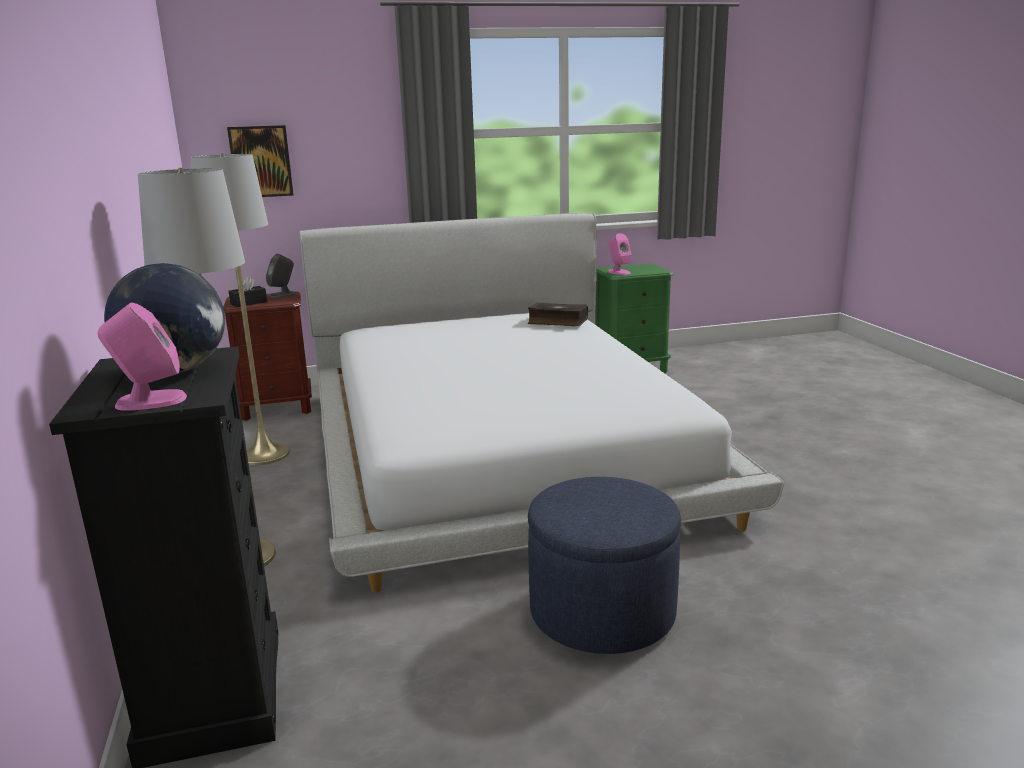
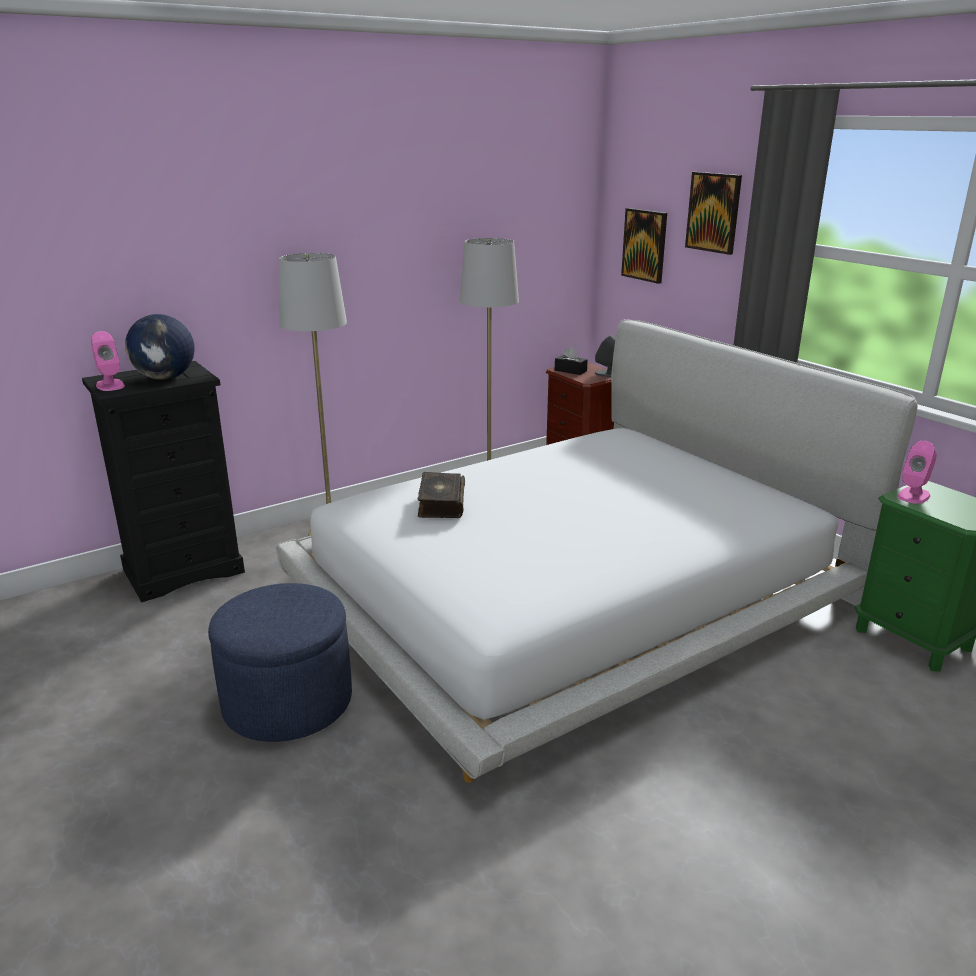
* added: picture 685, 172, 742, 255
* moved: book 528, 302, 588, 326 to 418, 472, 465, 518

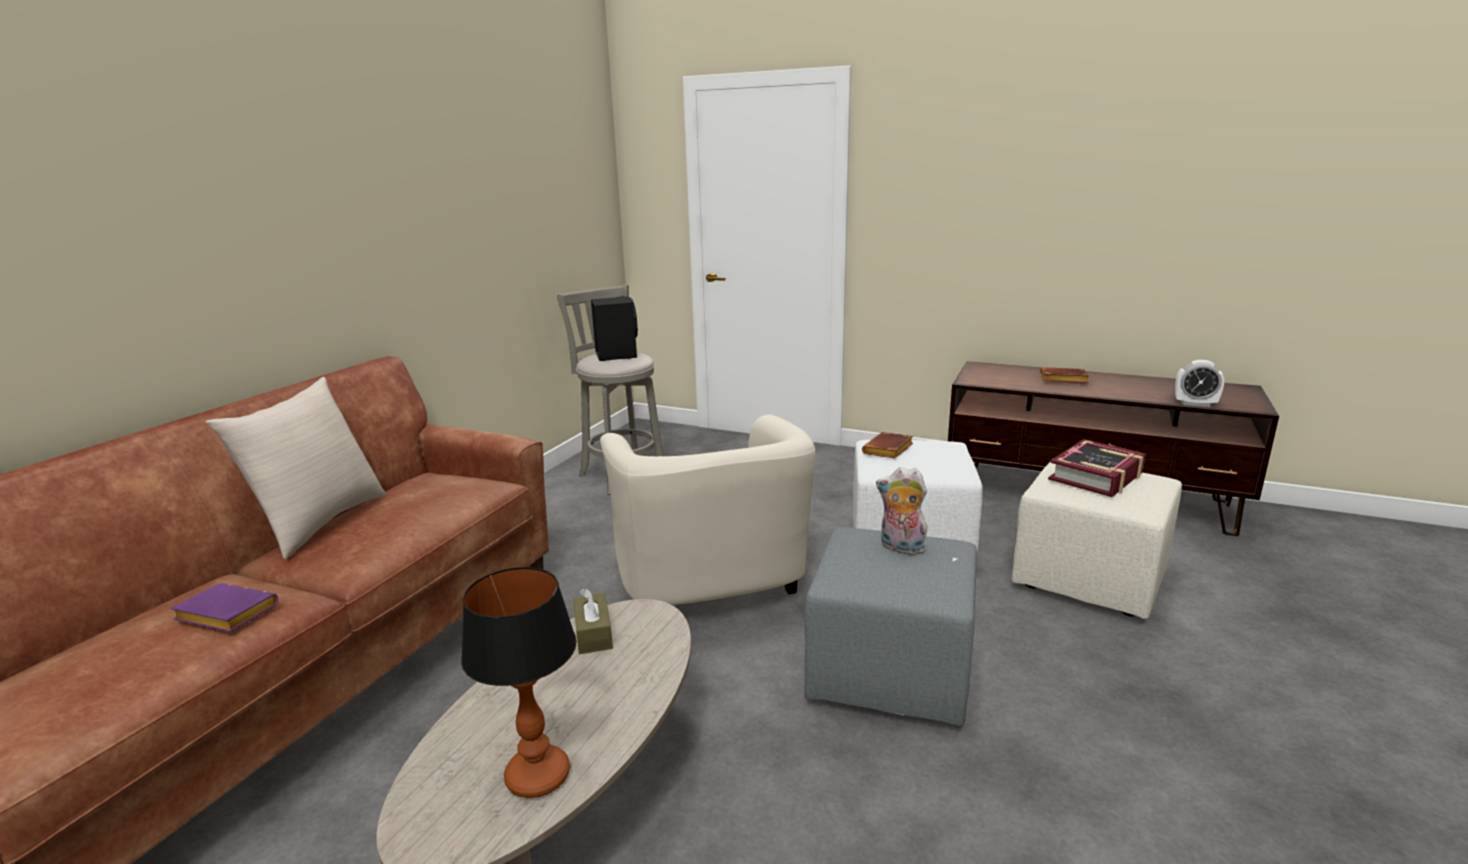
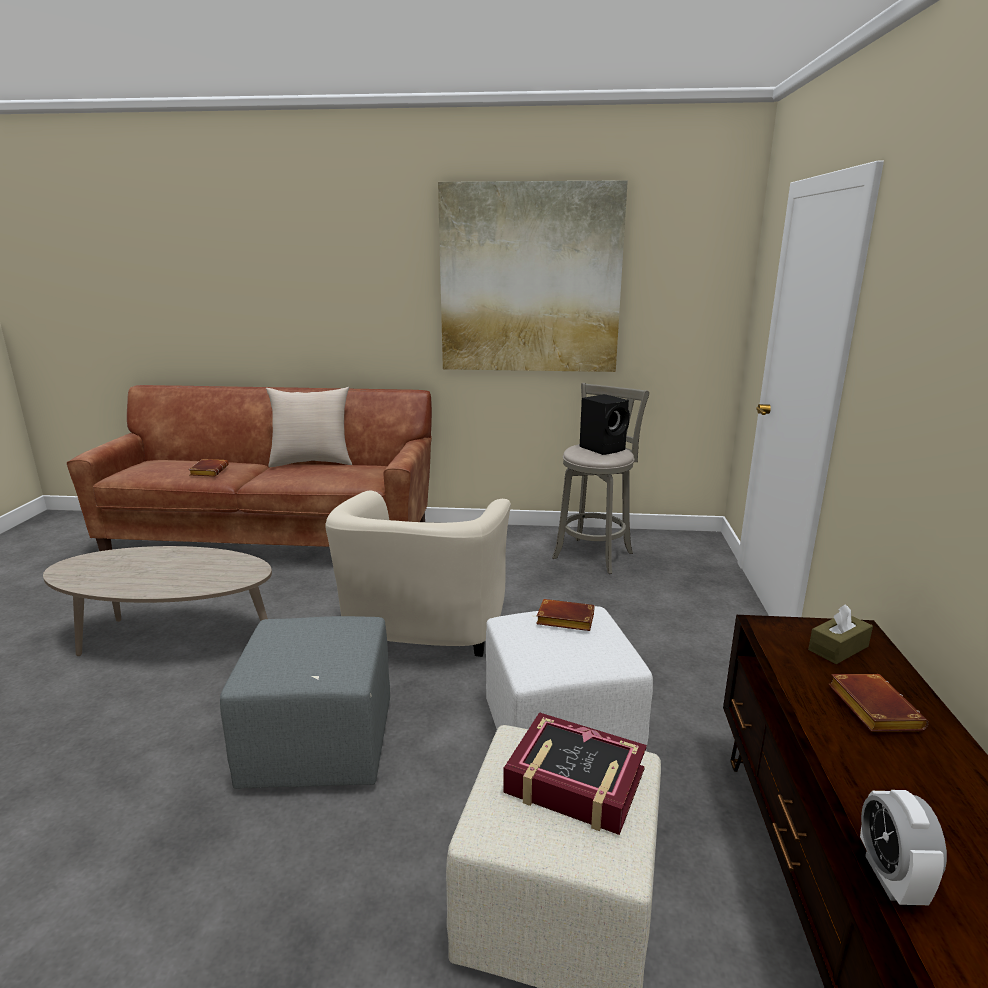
* removed: table lamp 461, 567, 577, 798
* removed: plush toy 876, 467, 927, 555
* added: picture 438, 180, 628, 372
* moved: tissue box/brown 573, 588, 613, 654 to 808, 604, 873, 664
* recoloured: book/purple 170, 583, 278, 632 to book/brown 189, 459, 229, 477
* turned: armchair/beige 600, 414, 816, 605 = 325, 490, 511, 657 45 degrees counterclockwise

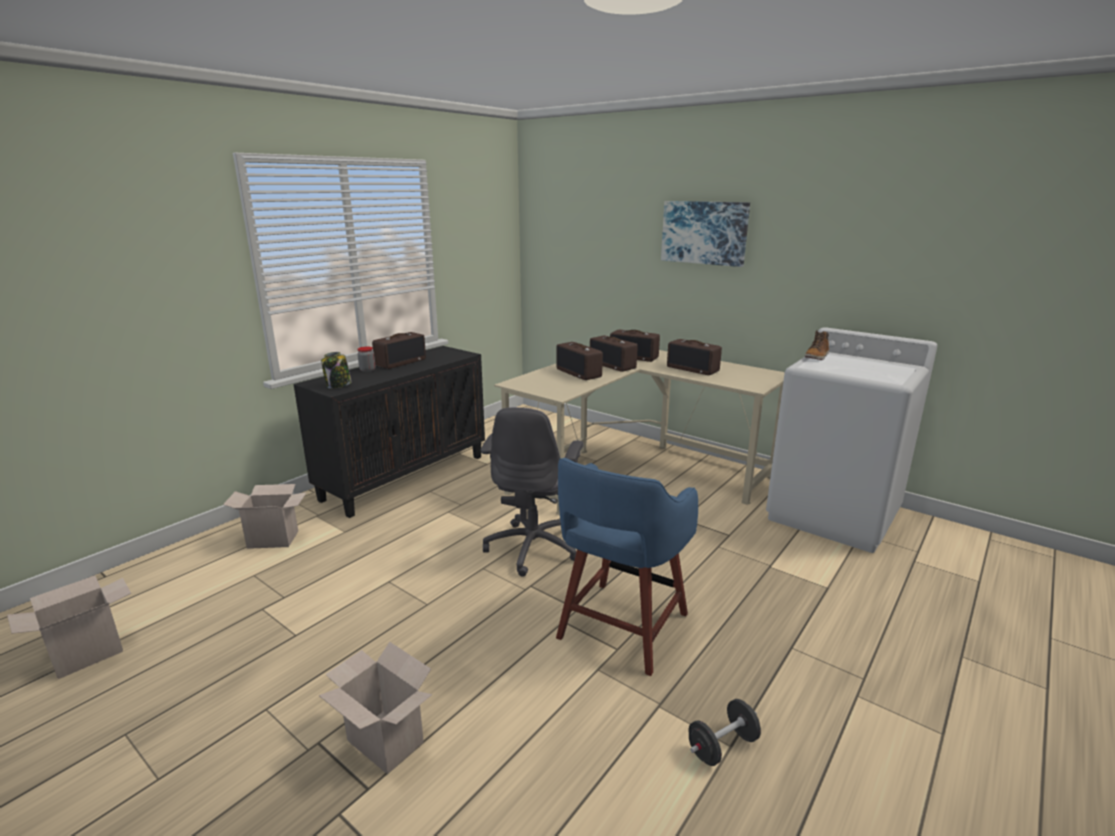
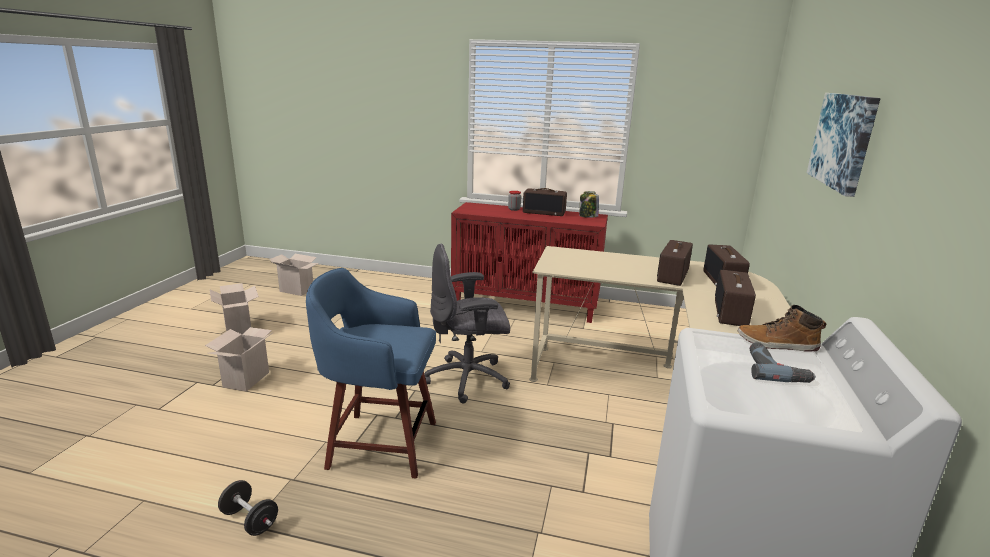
* removed: radio 557, 342, 603, 380
* added: power drill 750, 342, 816, 383
* moved: cardboard box 223, 484, 307, 549 to 210, 283, 259, 334
* moved: jar 321, 352, 352, 389 to 580, 191, 599, 218
* recoloured: cabinet/black 294, 346, 485, 518 to cabinet/red 451, 202, 608, 323

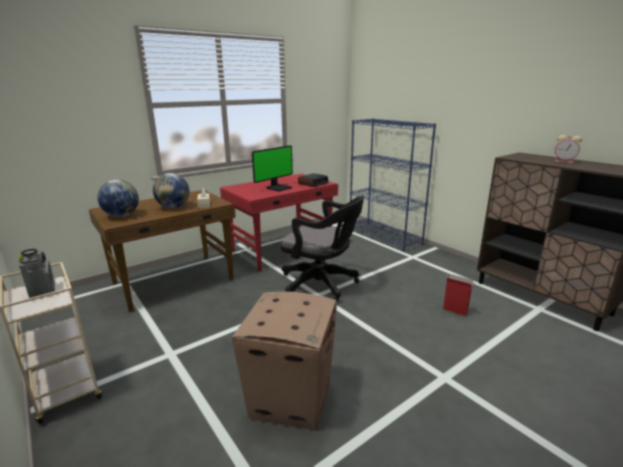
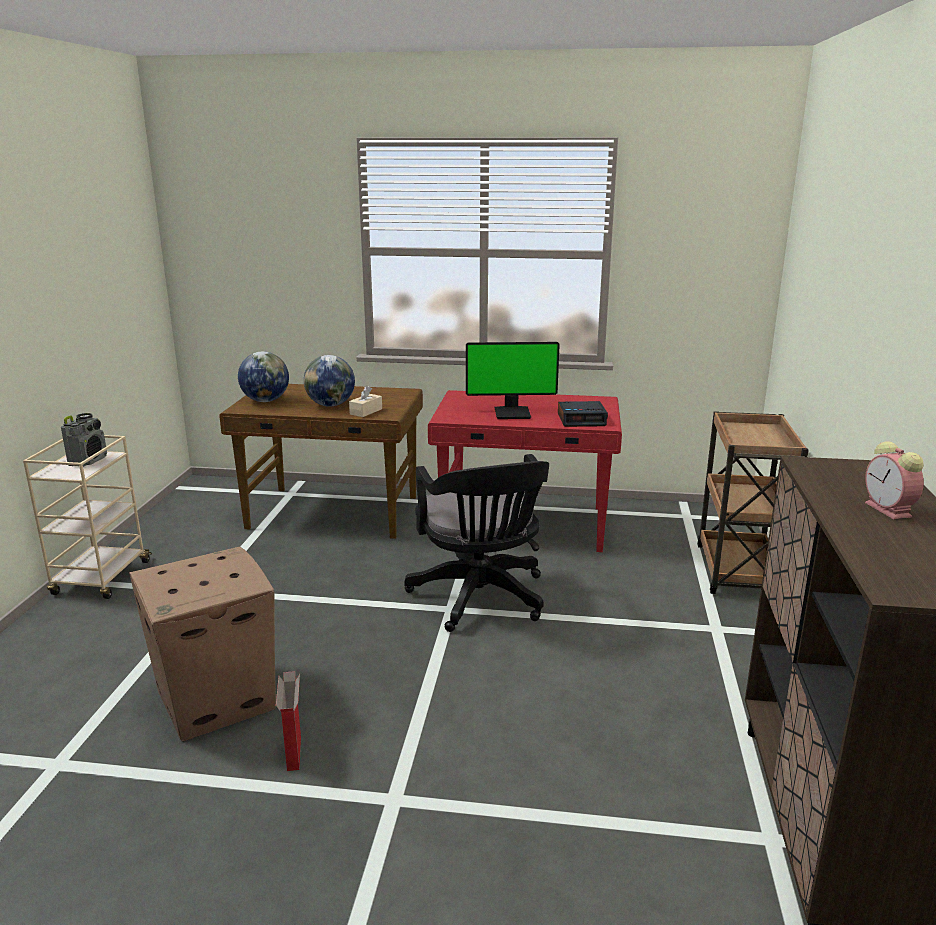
* moved: cardboard box 443, 274, 476, 316 to 276, 671, 301, 771
* replaced: bookcase/blue 350, 118, 436, 252 to cart/brown 697, 411, 809, 594

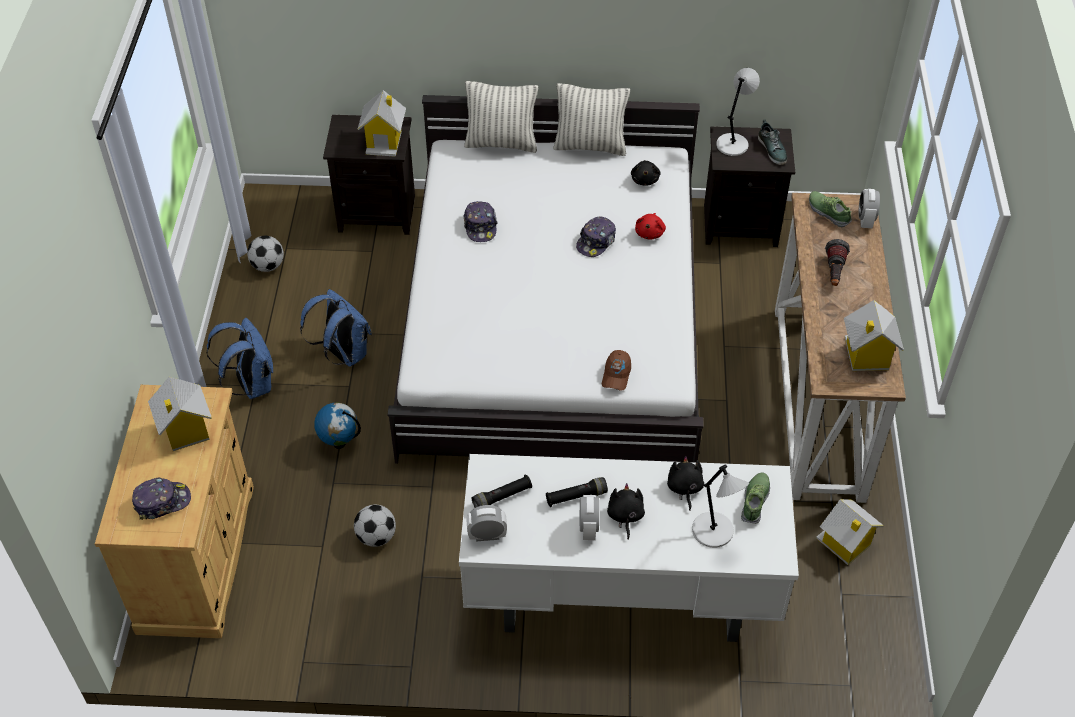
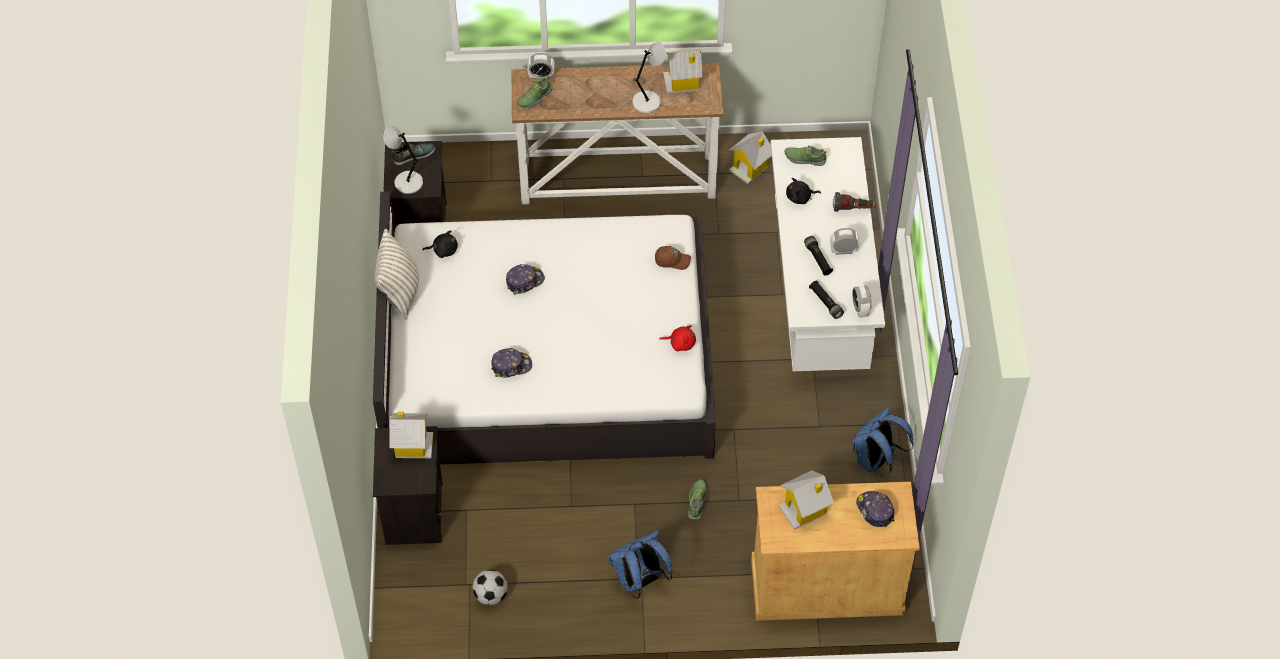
* removed: football 354, 505, 396, 547
* removed: pillow 464, 81, 538, 153
* removed: plush toy/black 607, 483, 645, 540
* moved: backpack/blue 300, 289, 372, 367 to 852, 407, 914, 476
* moved: plush toy/red 635, 213, 666, 240 to 660, 325, 696, 351
* moved: table lamp/grey 692, 464, 749, 548 to 632, 42, 666, 113
* moved: flashlight 825, 239, 850, 286 to 833, 192, 876, 212
* replaced: globe 314, 403, 361, 449 to shoe 688, 480, 707, 519
* turned: cap 576, 216, 616, 257 = 506, 264, 545, 295 60 degrees counterclockwise

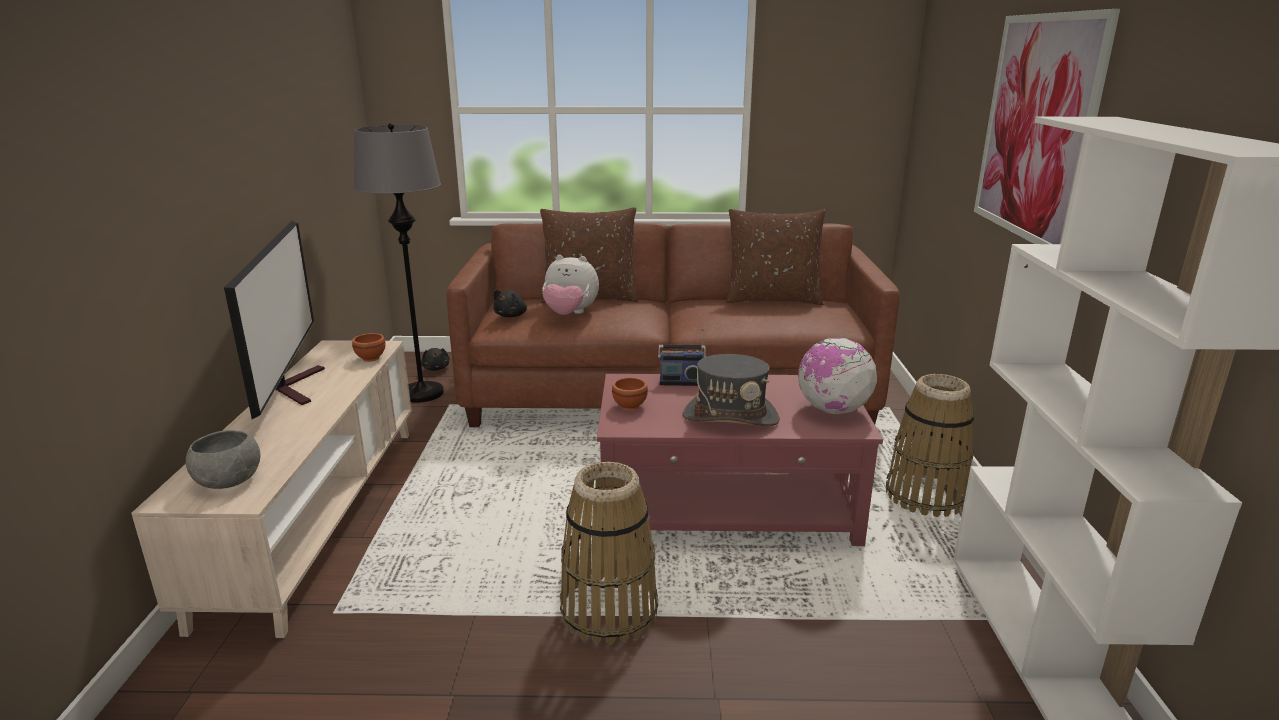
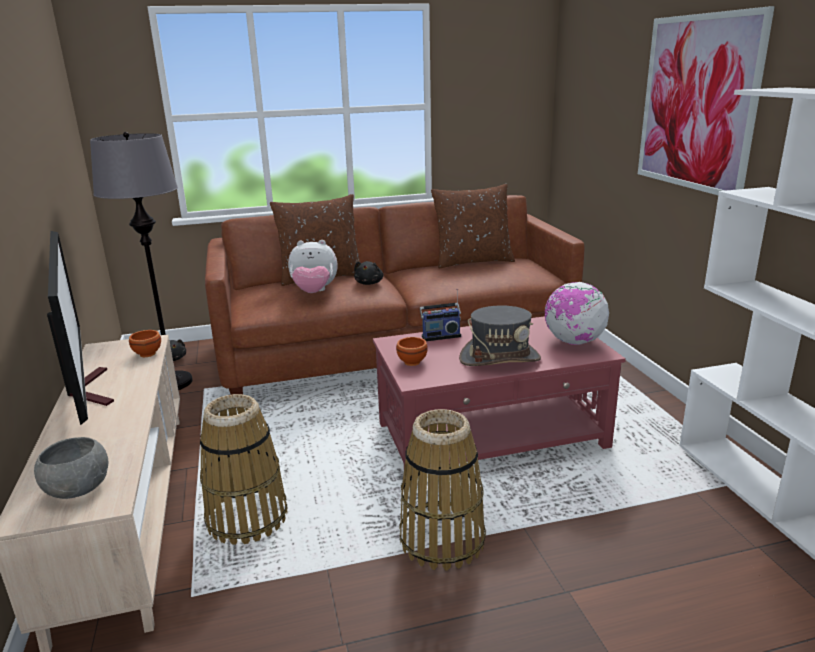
* moved: plush toy/black 493, 290, 527, 317 to 354, 261, 383, 285
* moved: basket 886, 374, 974, 517 to 200, 394, 287, 545

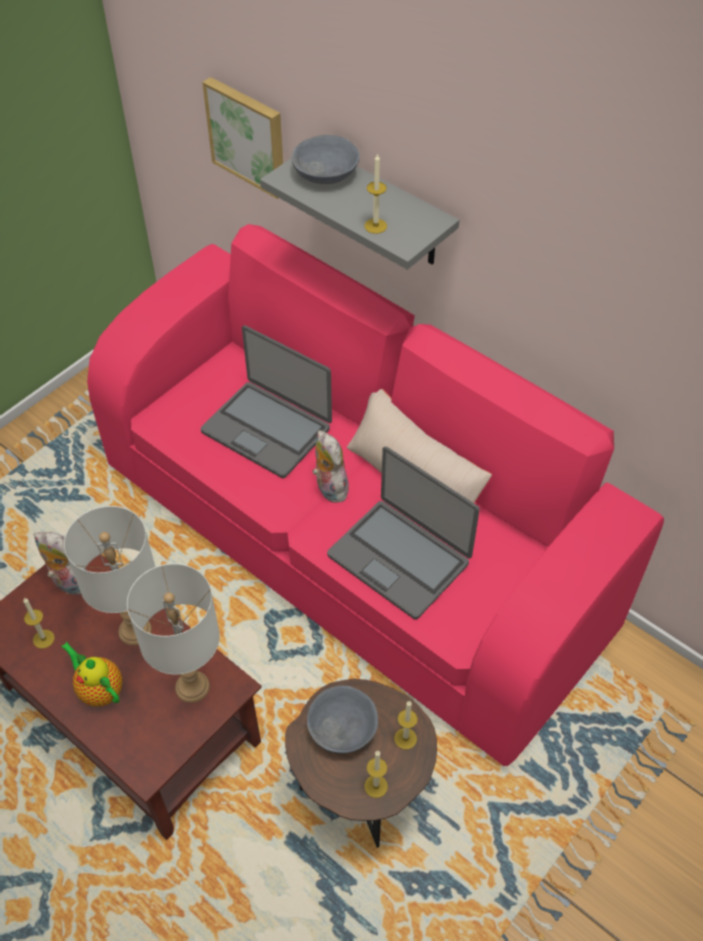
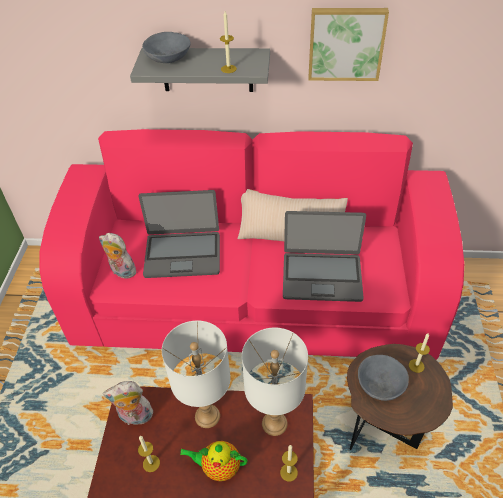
* moved: picture 202, 77, 283, 199 to 309, 8, 389, 81
* moved: plush toy 313, 430, 351, 503 to 99, 233, 136, 279
* moved: candle 364, 751, 388, 798 to 280, 445, 298, 482

